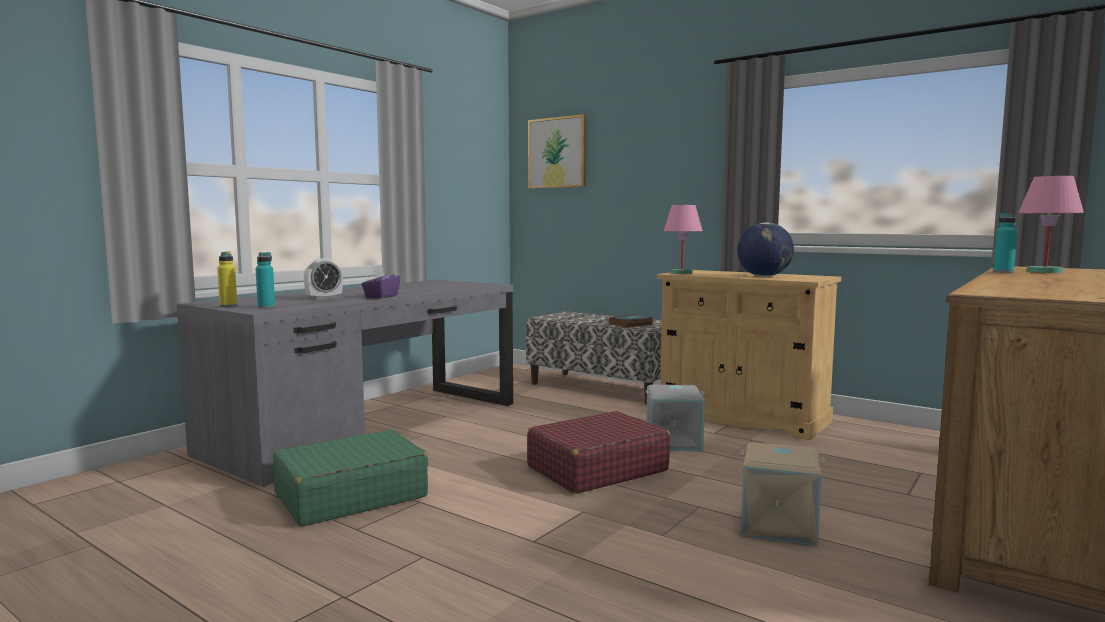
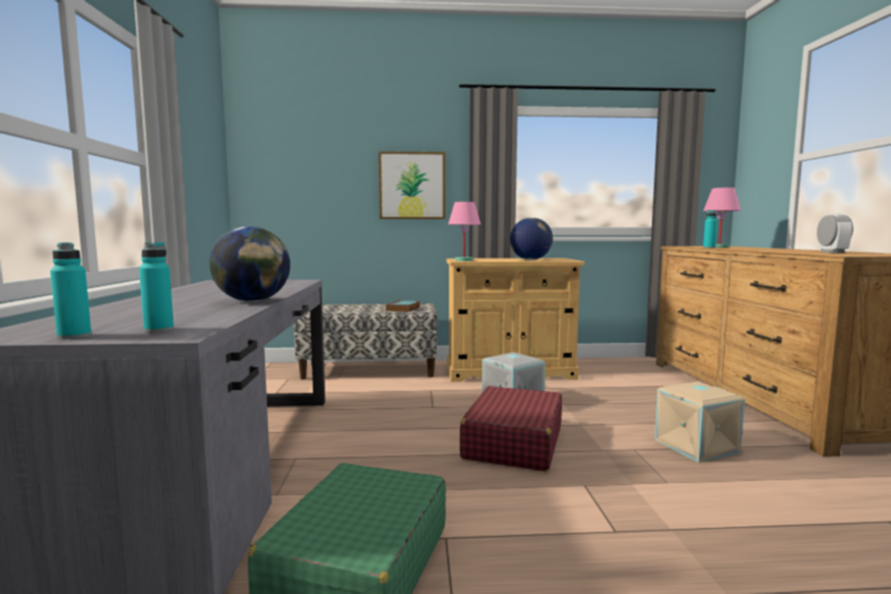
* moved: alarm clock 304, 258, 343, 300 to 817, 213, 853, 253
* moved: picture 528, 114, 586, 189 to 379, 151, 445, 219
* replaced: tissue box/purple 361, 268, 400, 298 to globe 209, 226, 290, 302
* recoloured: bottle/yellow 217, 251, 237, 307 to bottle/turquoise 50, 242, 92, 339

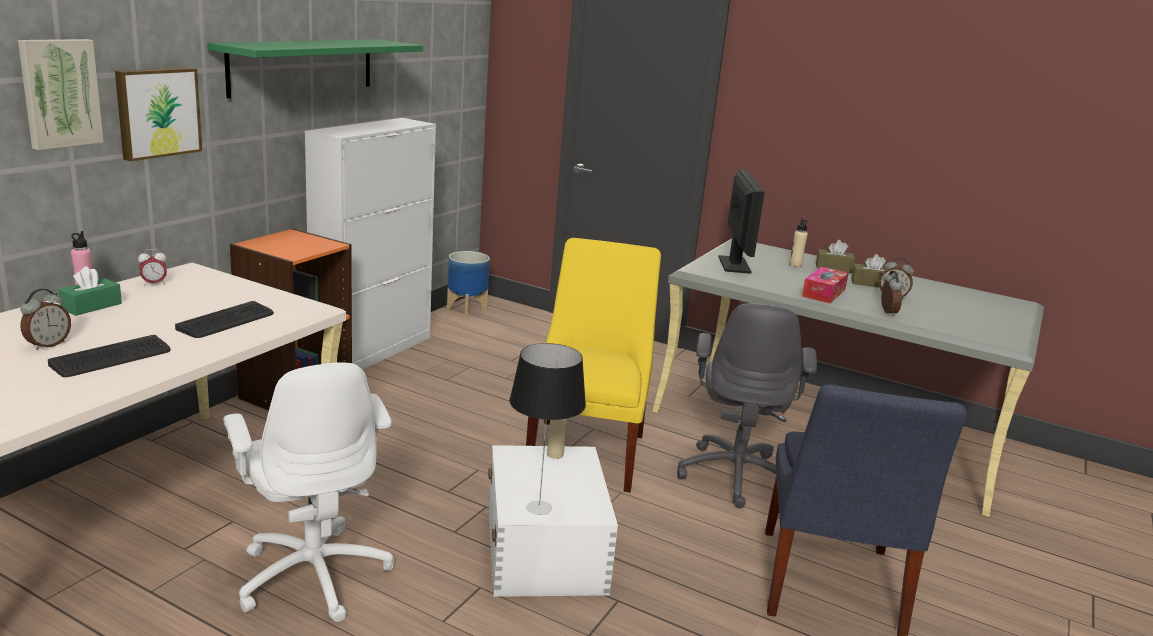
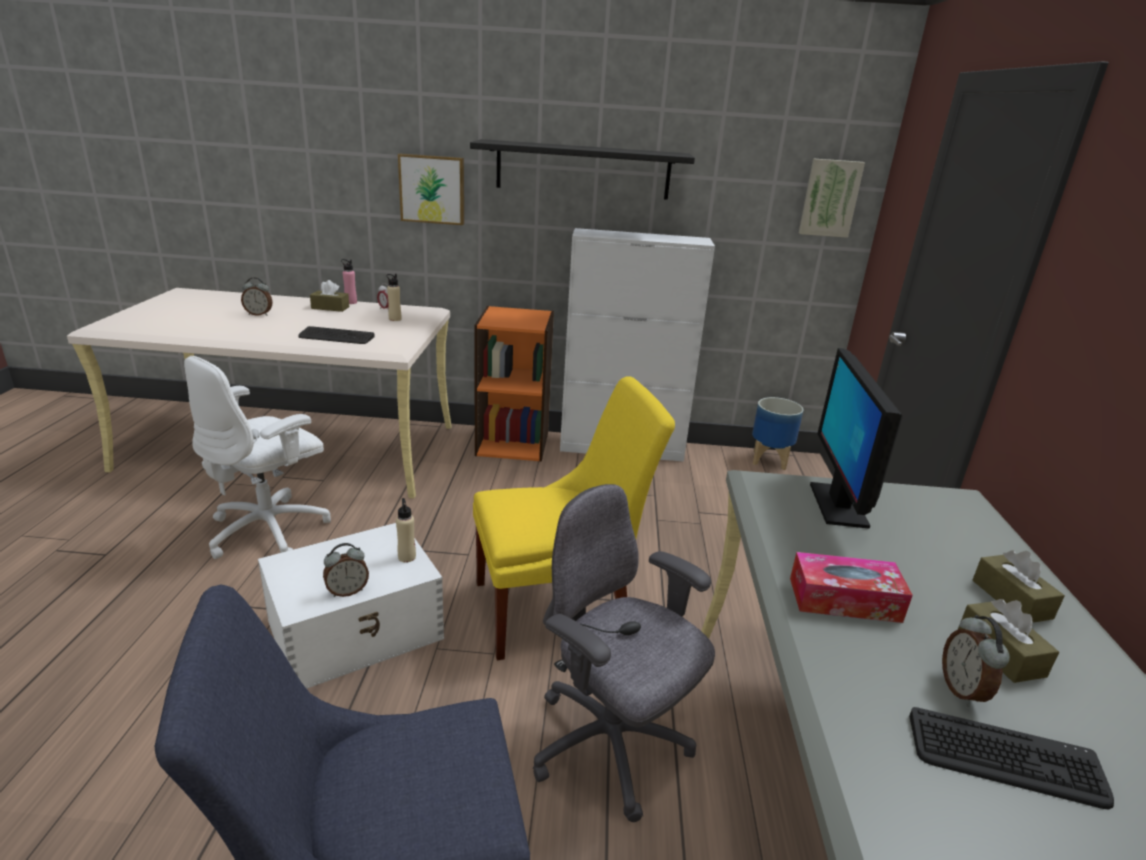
* removed: table lamp 509, 343, 586, 515
* moved: picture 18, 39, 104, 150 to 799, 158, 865, 238
* moved: keyboard 48, 335, 171, 377 to 909, 707, 1114, 810
* moved: bottle/beige 789, 218, 808, 267 to 387, 274, 401, 321
* moved: alarm clock 881, 271, 903, 316 to 323, 543, 369, 597
* recoloured: tissue box/green 58, 266, 122, 316 to tissue box/brown 310, 280, 349, 312
* recoloured: shelf/green 207, 39, 423, 98 to shelf/black 470, 139, 695, 200
* turned: office chair/grey 677, 303, 817, 508 = 533, 484, 715, 822 60 degrees clockwise
* turned: monitor 719, 169, 765, 274 = 810, 348, 903, 529 120 degrees clockwise

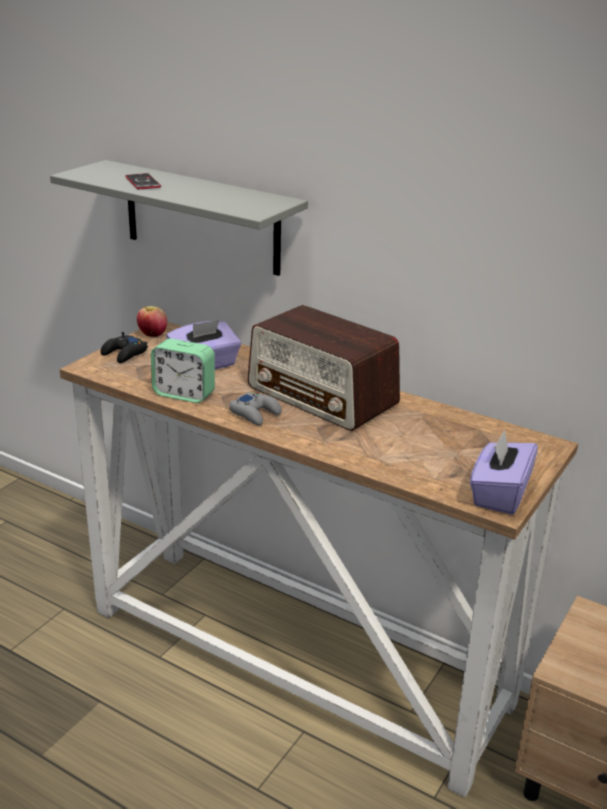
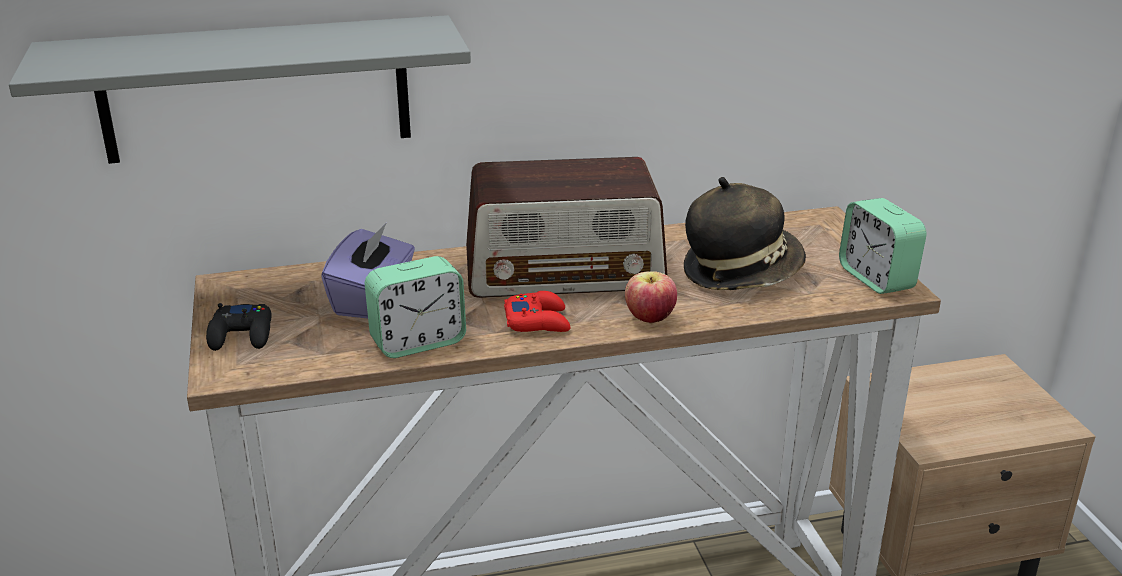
* removed: phone 125, 173, 161, 189
* added: hat 684, 177, 806, 290
* moved: apple 137, 306, 167, 337 to 625, 271, 677, 323
* replaced: tissue box/purple 470, 430, 538, 515 to alarm clock 839, 198, 926, 294
* recoloured: game controller/grey 229, 392, 282, 425 to game controller/red 504, 291, 570, 332

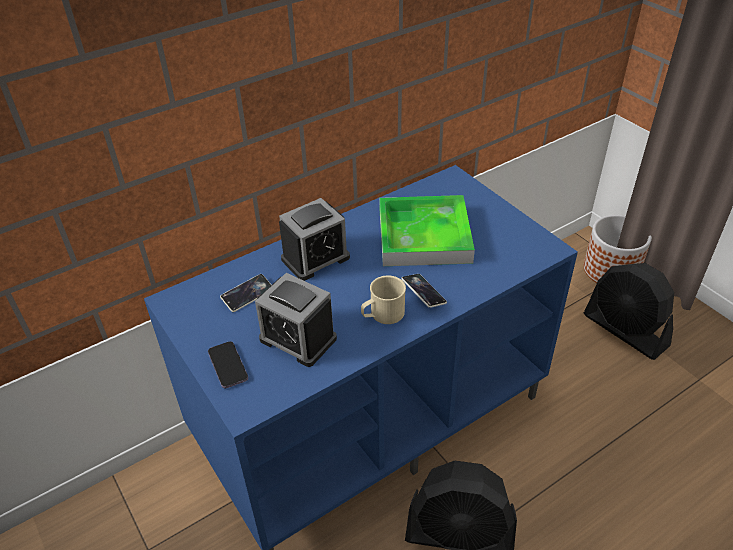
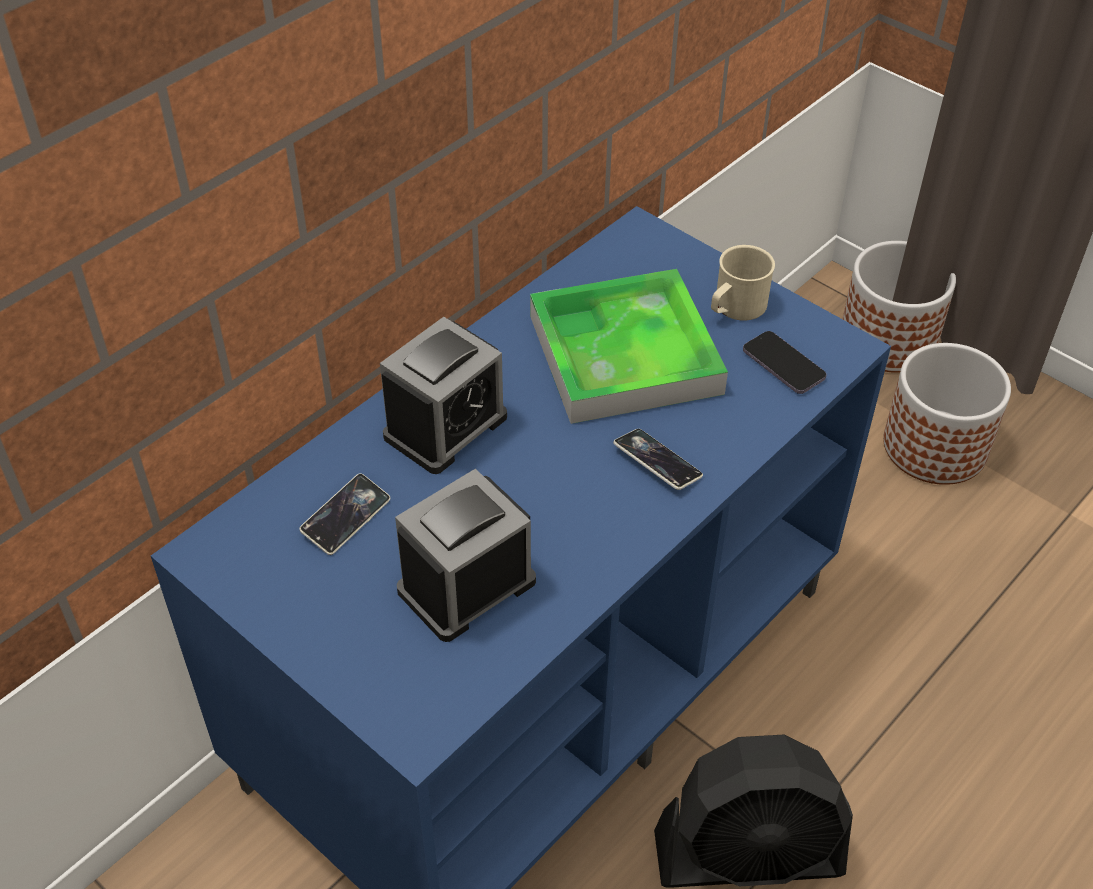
* moved: phone 208, 341, 248, 388 to 743, 331, 826, 394
* moved: mug/beige 361, 275, 406, 324 to 711, 245, 775, 321
* replaced: fan/black 584, 263, 674, 360 to planter 883, 343, 1011, 485
* turned: alarm clock 255, 273, 337, 367 = 395, 469, 536, 642 120 degrees clockwise

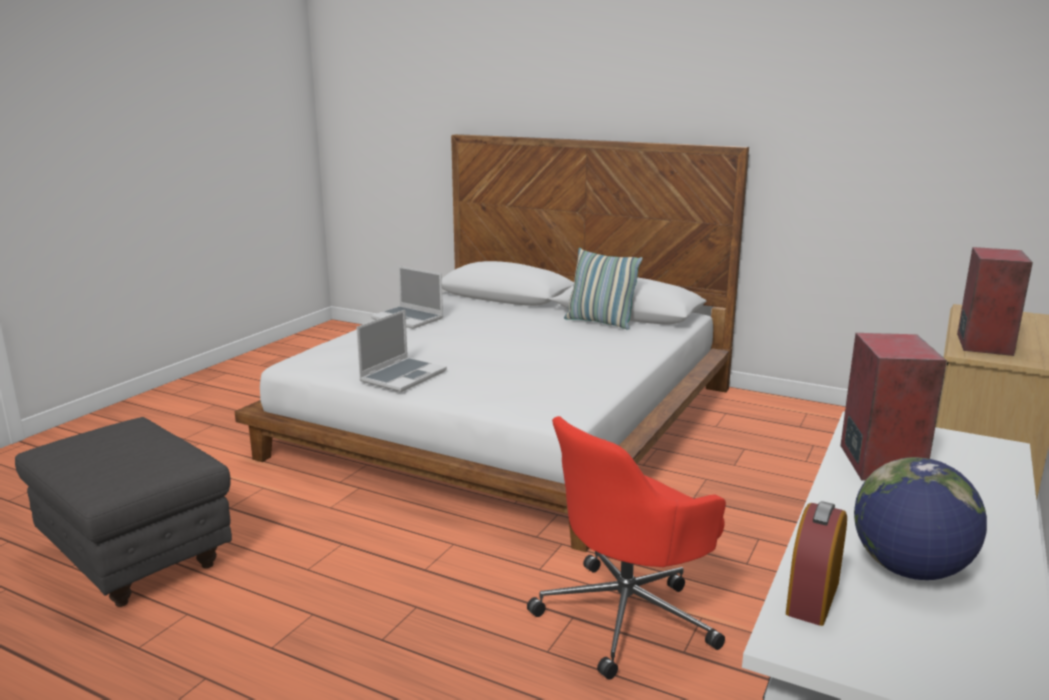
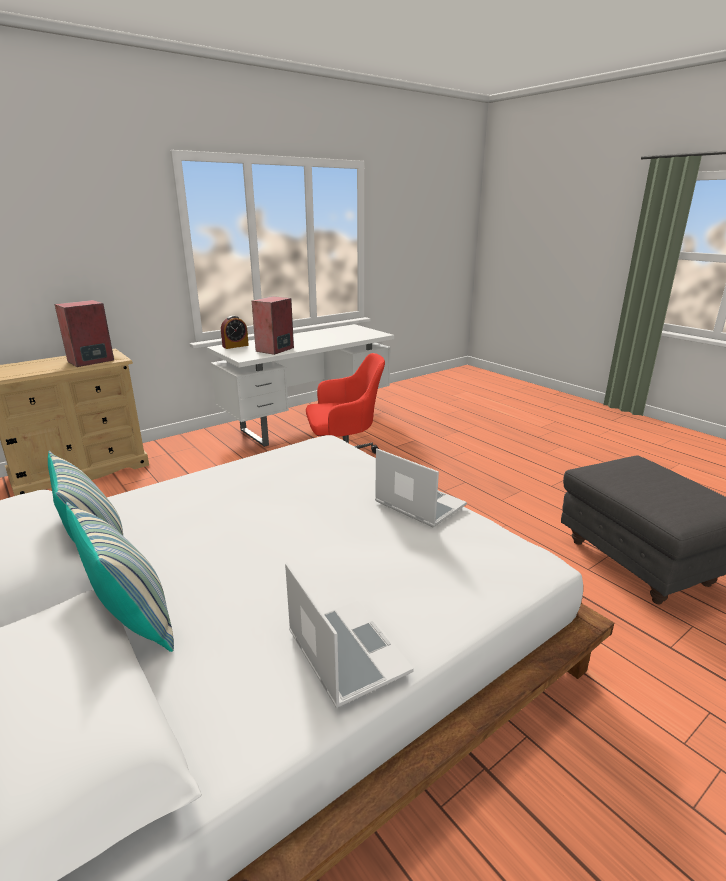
* removed: globe 854, 457, 987, 580
* added: pillow 66, 502, 174, 652
* moved: alarm clock 786, 501, 847, 626 to 221, 316, 249, 349
* turned: laptop 356, 310, 447, 392 = 375, 448, 467, 527 75 degrees clockwise

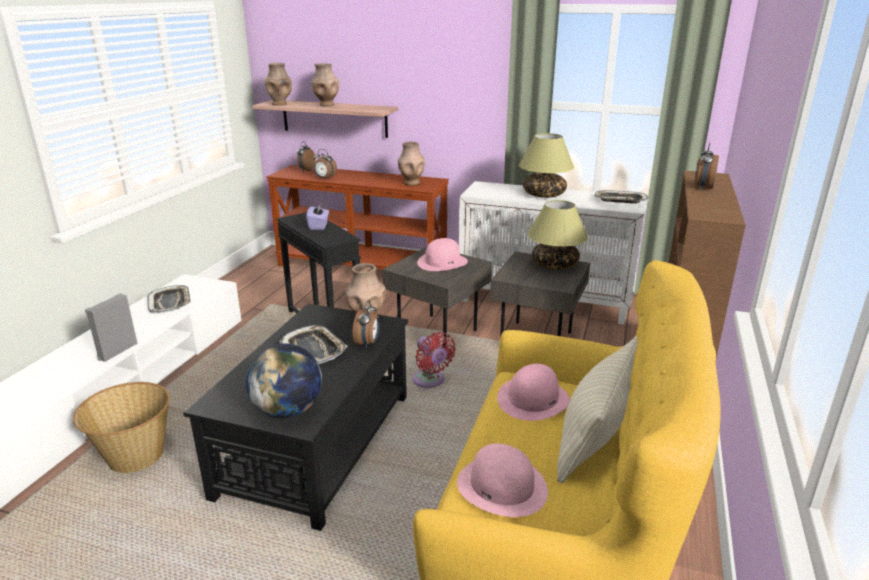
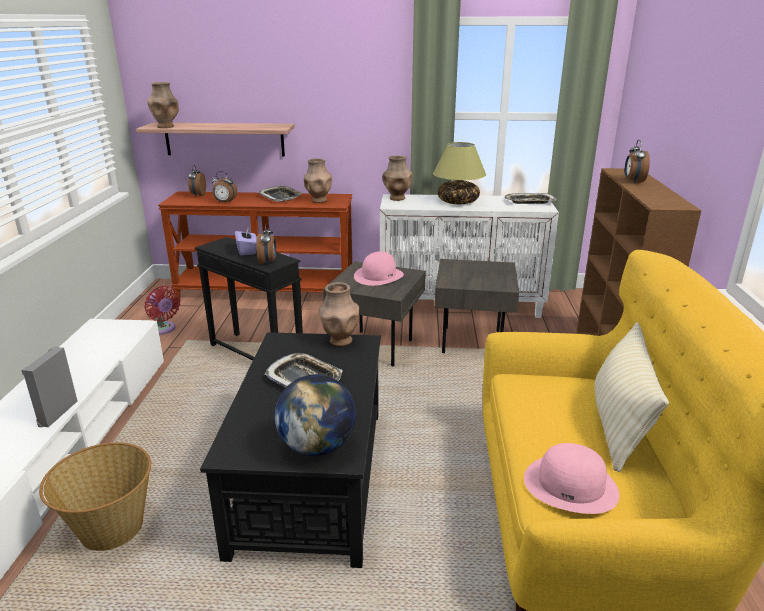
* removed: hat/pink 497, 364, 570, 421
* removed: table lamp 528, 200, 588, 270
* moved: tray 147, 285, 191, 314 to 258, 186, 303, 202
* moved: vase/brown 311, 63, 339, 106 to 382, 155, 413, 201
* moved: alarm clock 353, 300, 380, 348 to 256, 224, 276, 264
* moved: fan/red 412, 332, 456, 388 to 144, 286, 180, 335

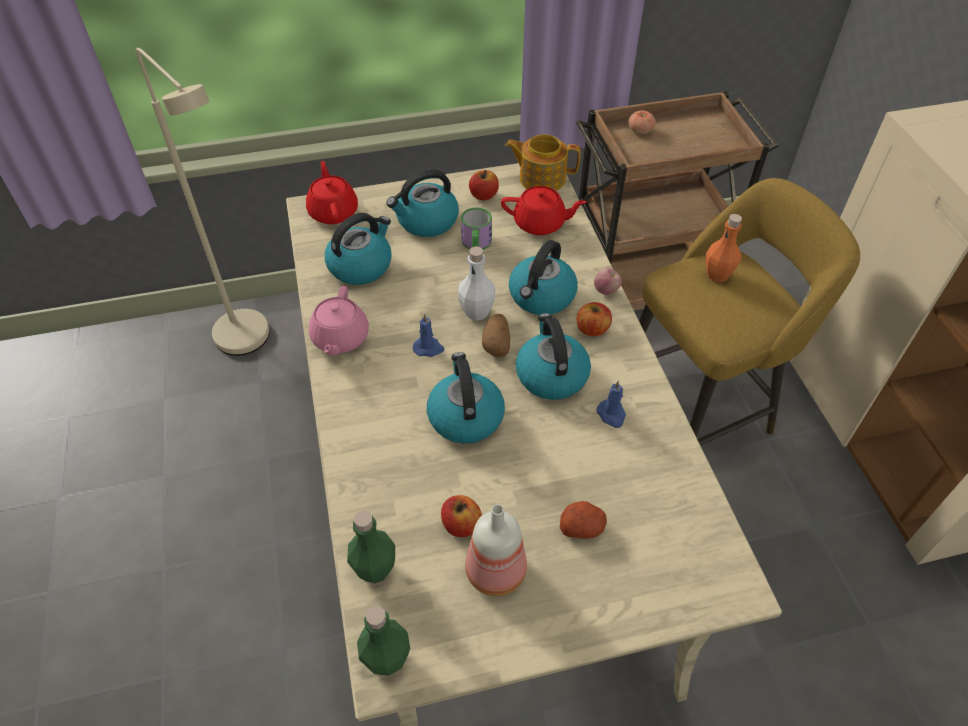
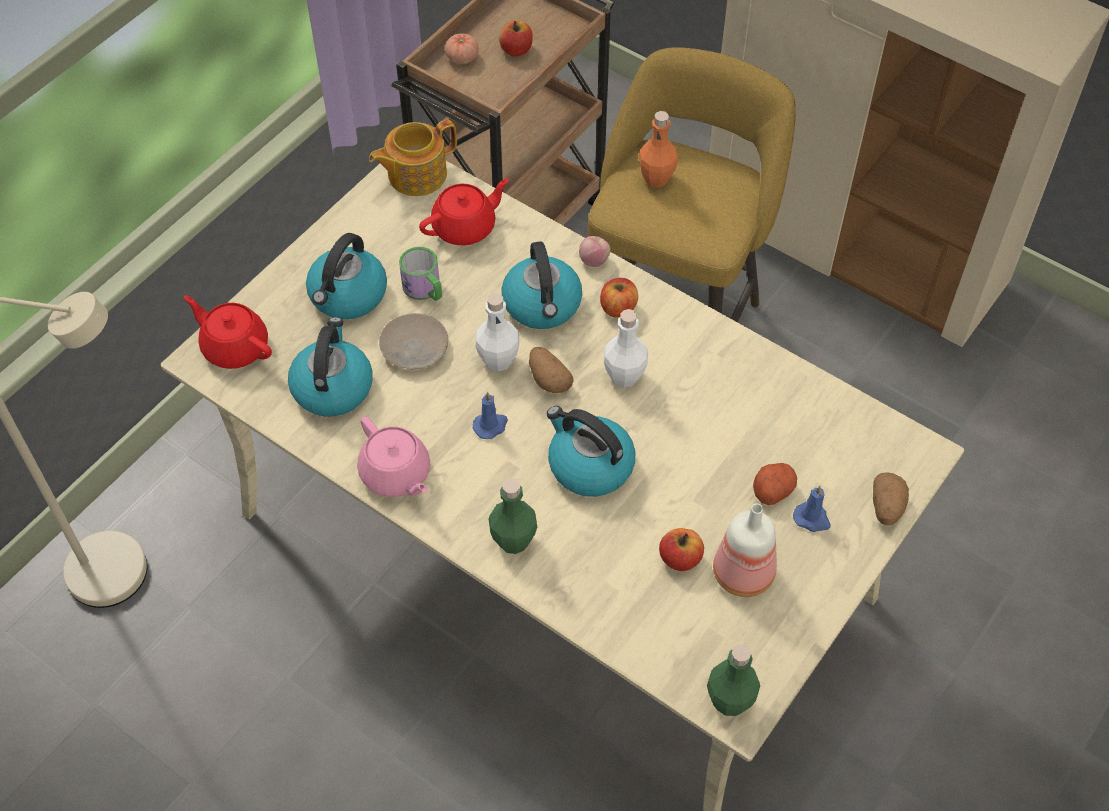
* added: plate/beige 379, 313, 448, 370
* added: potato 873, 472, 909, 525
* moved: bottle/green 347, 510, 395, 583 to 489, 478, 537, 554
* moved: apple 469, 170, 499, 200 to 499, 20, 533, 56
* moved: candle/blue 596, 381, 626, 428 to 793, 486, 831, 532
* replaced: kettle 516, 313, 591, 400 to bottle/white 604, 309, 648, 388

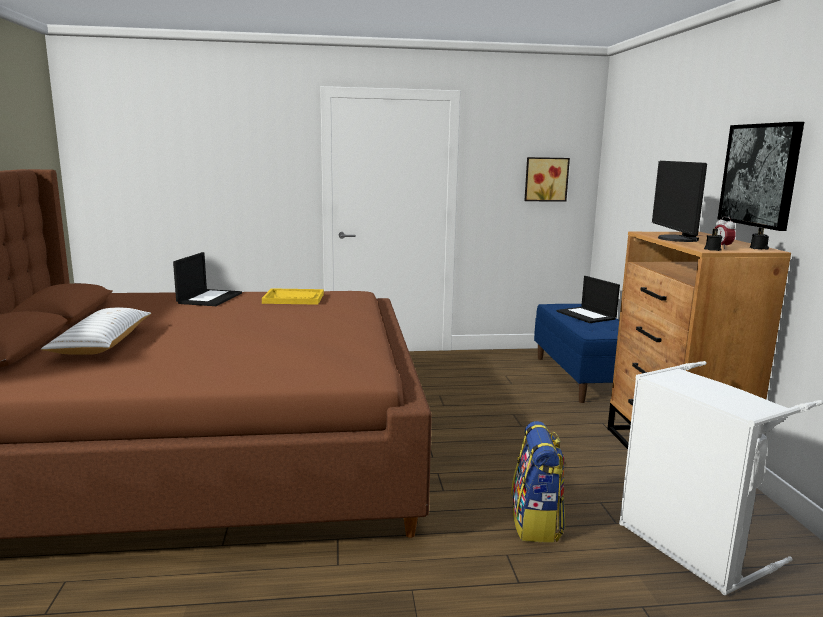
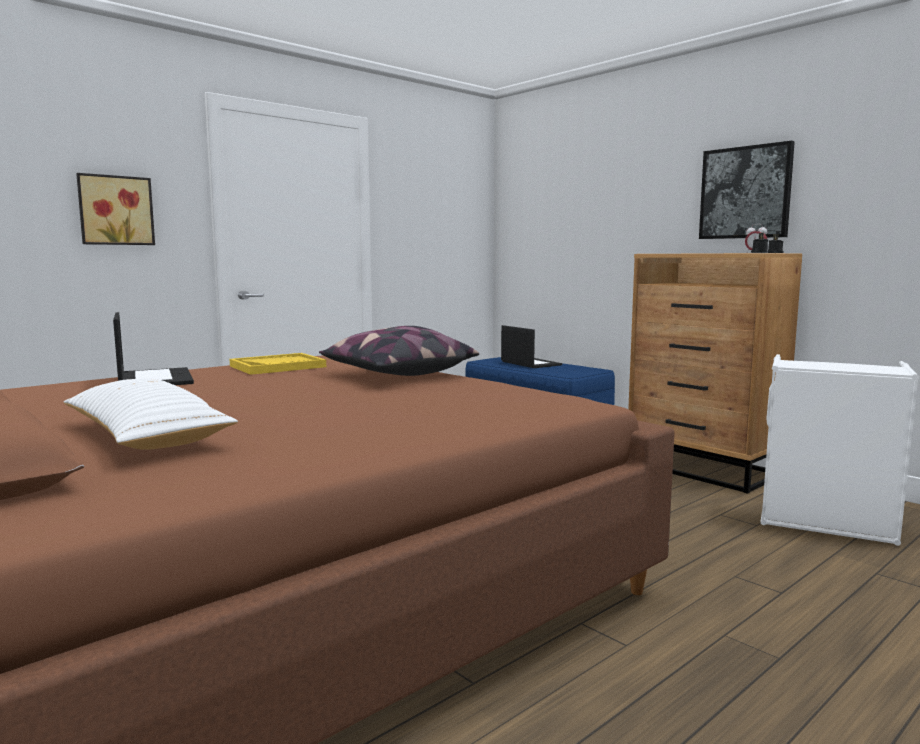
* removed: backpack 511, 421, 565, 542
* removed: monitor 652, 161, 707, 242
* added: pillow 319, 326, 479, 376
* moved: picture 524, 157, 570, 202 to 76, 173, 155, 245
* turned: laptop 556, 276, 620, 323 = 501, 325, 562, 368 150 degrees counterclockwise

